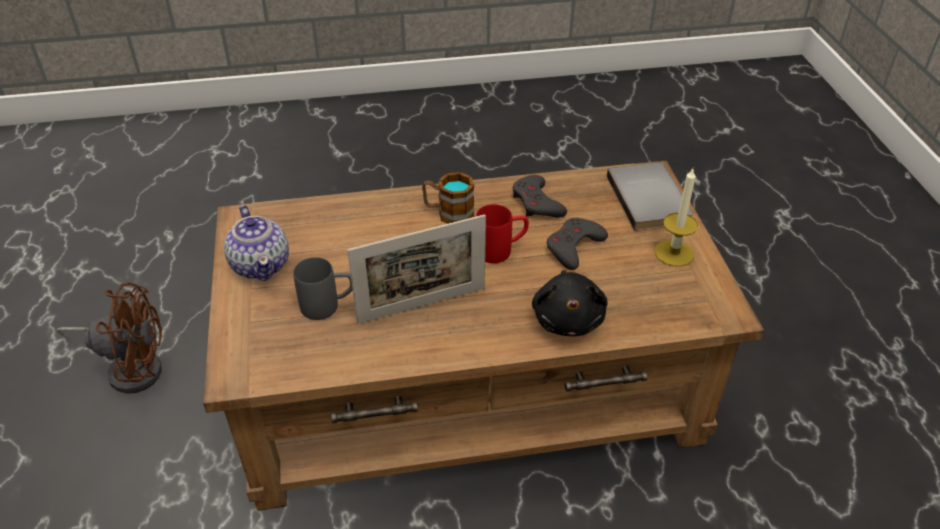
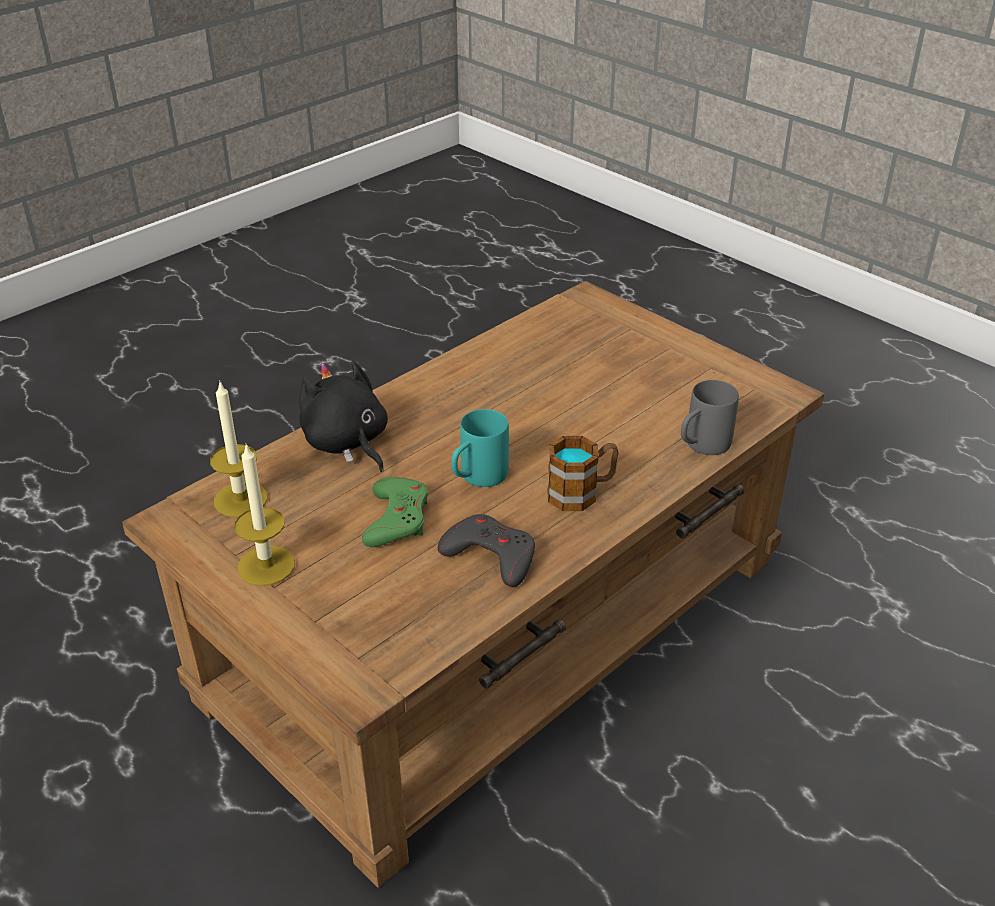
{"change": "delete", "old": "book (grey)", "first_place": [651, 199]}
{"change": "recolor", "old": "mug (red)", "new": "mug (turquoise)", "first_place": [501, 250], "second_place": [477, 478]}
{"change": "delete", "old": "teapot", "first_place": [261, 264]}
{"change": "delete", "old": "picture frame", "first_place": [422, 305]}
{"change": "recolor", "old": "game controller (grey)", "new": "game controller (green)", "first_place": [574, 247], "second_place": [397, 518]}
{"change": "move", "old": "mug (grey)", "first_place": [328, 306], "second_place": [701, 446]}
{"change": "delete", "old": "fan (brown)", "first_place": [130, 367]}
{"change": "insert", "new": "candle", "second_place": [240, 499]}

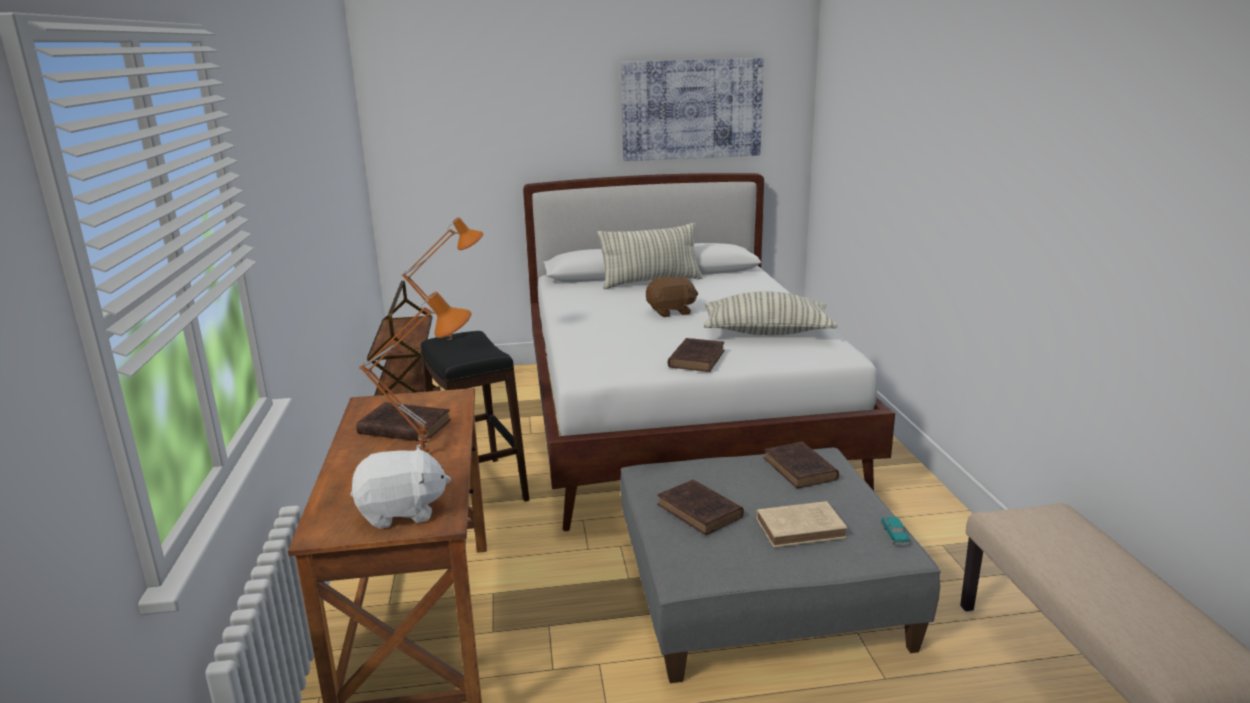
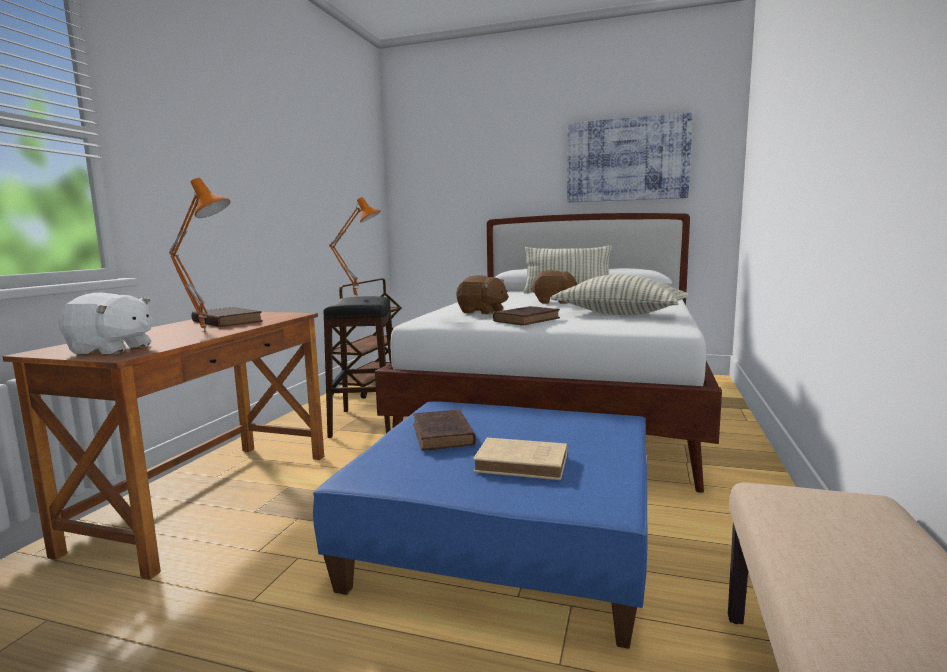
{"change": "delete", "old": "book (brown)", "first_place": [801, 470]}
{"change": "recolor", "old": "ottoman (grey)", "new": "ottoman (blue)", "first_place": [760, 589], "second_place": [507, 538]}
{"change": "delete", "old": "toy car", "first_place": [895, 535]}
{"change": "insert", "new": "plush toy (brown)", "second_place": [482, 312]}

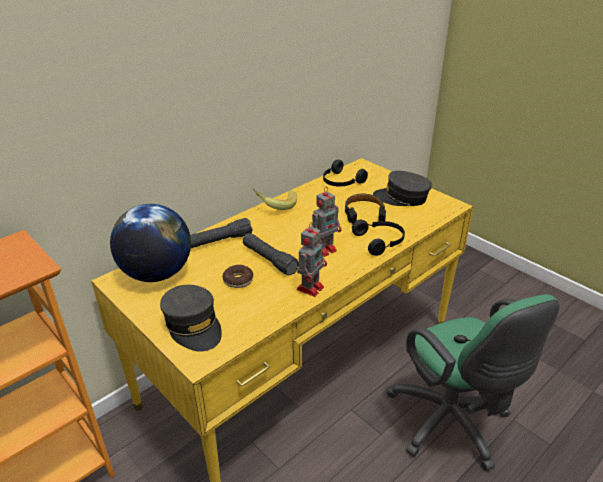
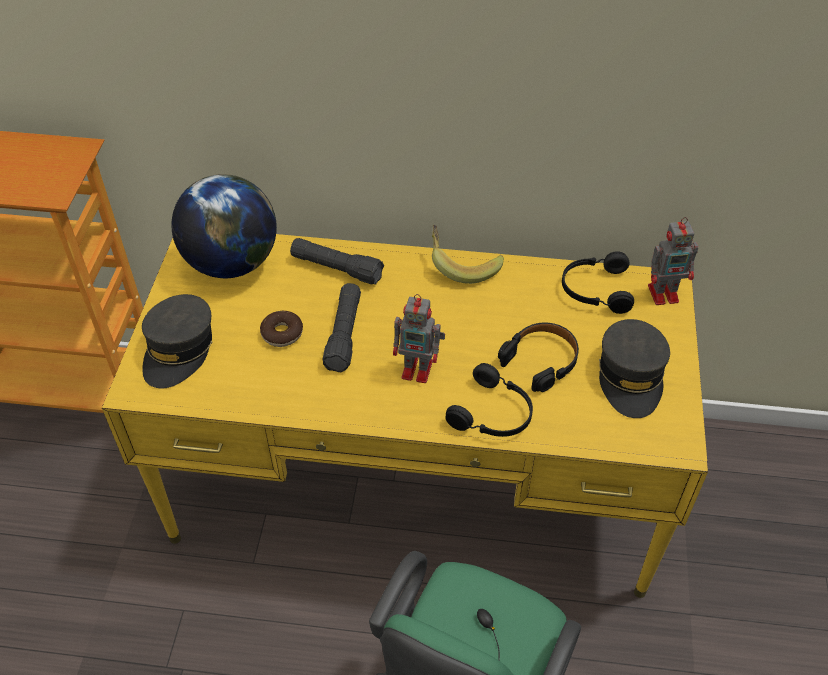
{"change": "rotate", "old": "cap (grey)", "first_place": [402, 198], "second_place": [631, 376], "degrees": -150}
{"change": "move", "old": "toy robot", "first_place": [311, 287], "second_place": [664, 293]}

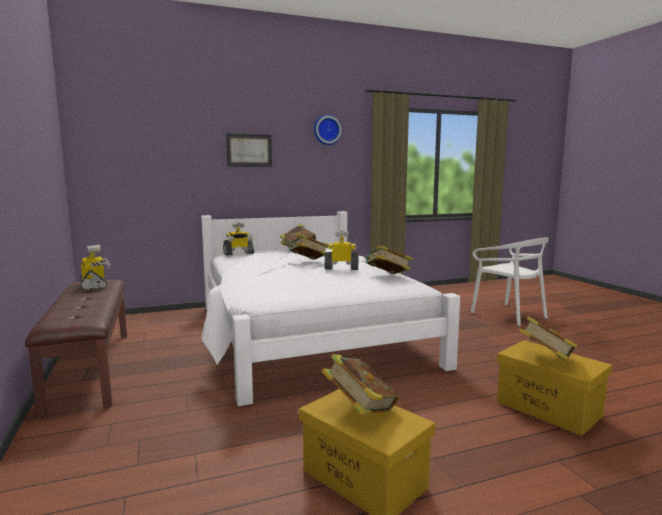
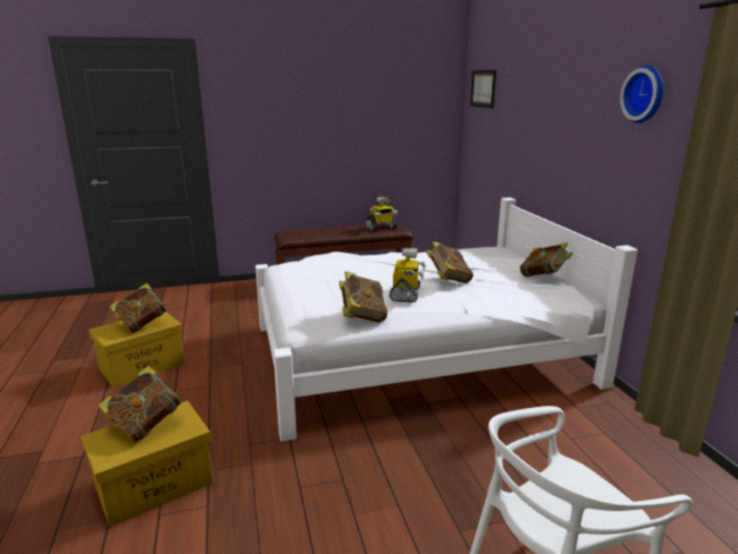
{"change": "move", "old": "picture", "first_place": [249, 150], "second_place": [483, 88]}
{"change": "delete", "old": "toy robot", "first_place": [238, 253]}

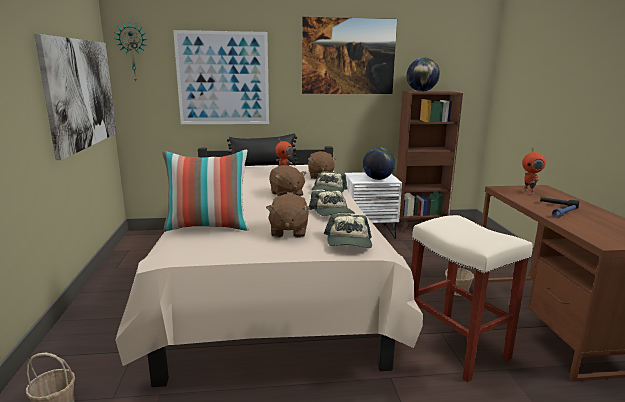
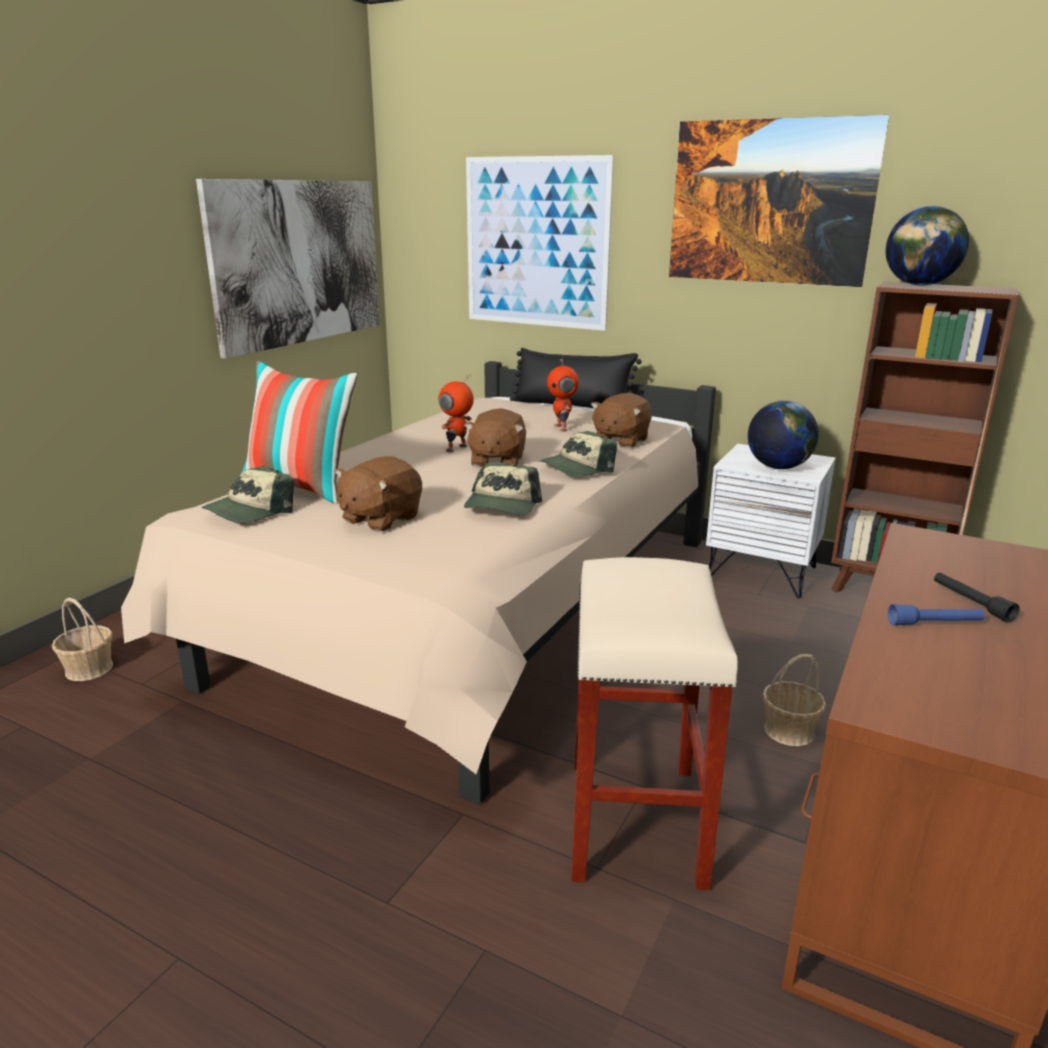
{"change": "delete", "old": "wall clock", "first_place": [133, 52]}
{"change": "move", "old": "toy robot", "first_place": [529, 192], "second_place": [457, 449]}
{"change": "move", "old": "cap", "first_place": [349, 242], "second_place": [250, 511]}

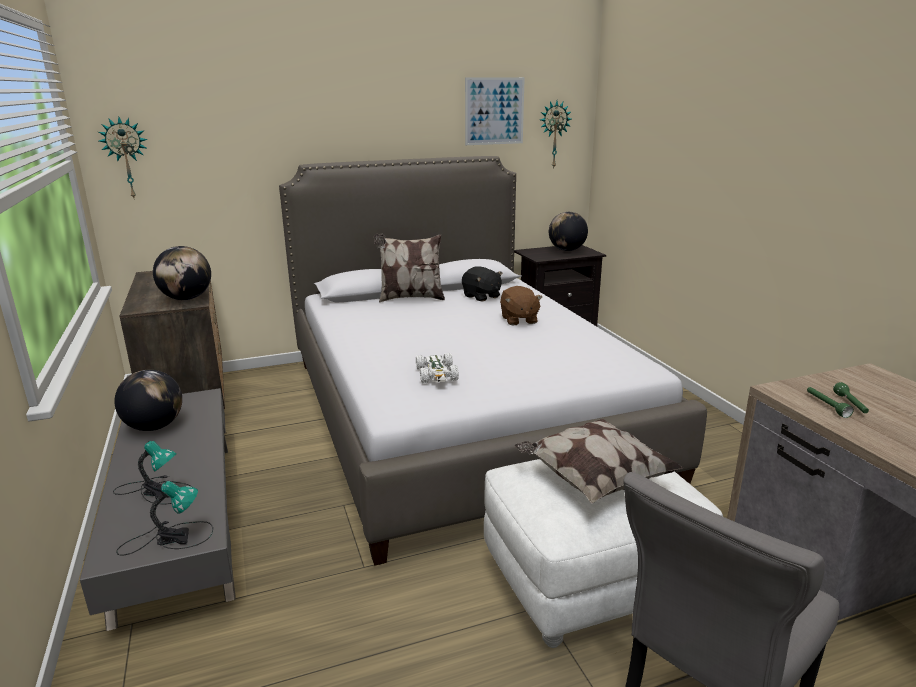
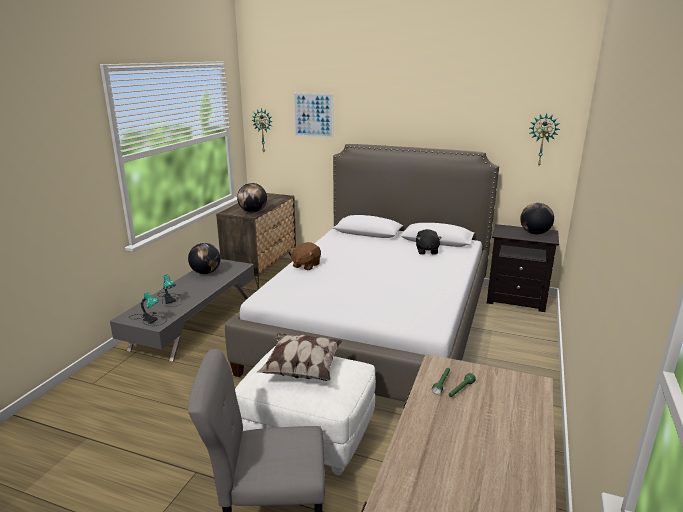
{"change": "move", "old": "picture", "first_place": [494, 111], "second_place": [313, 115]}
{"change": "delete", "old": "pillow", "first_place": [410, 298]}
{"change": "move", "old": "plush toy (brown)", "first_place": [518, 320], "second_place": [306, 265]}
{"change": "delete", "old": "toy car (white)", "first_place": [437, 375]}

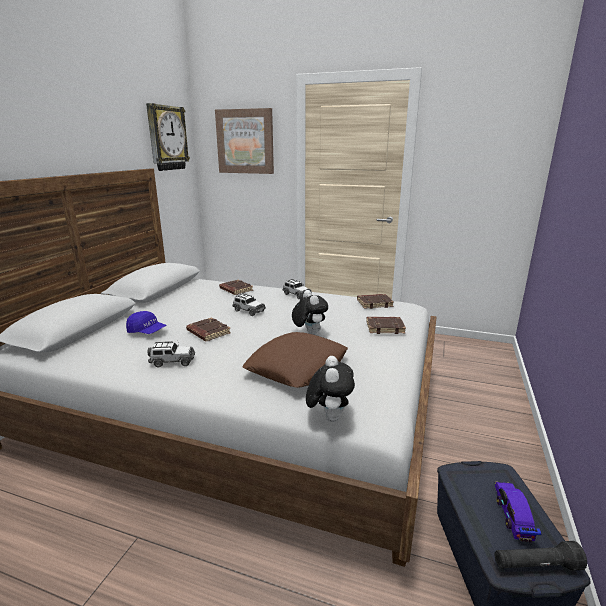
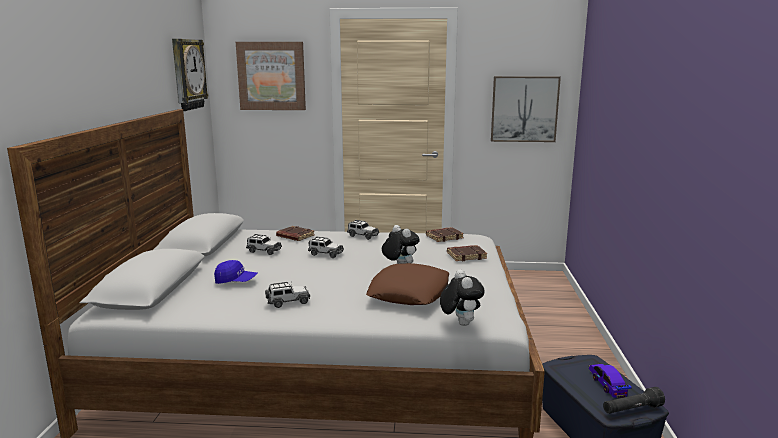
{"change": "delete", "old": "book (brown)", "first_place": [207, 332]}
{"change": "insert", "new": "picture", "second_place": [524, 109]}
{"change": "insert", "new": "toy car", "second_place": [264, 251]}

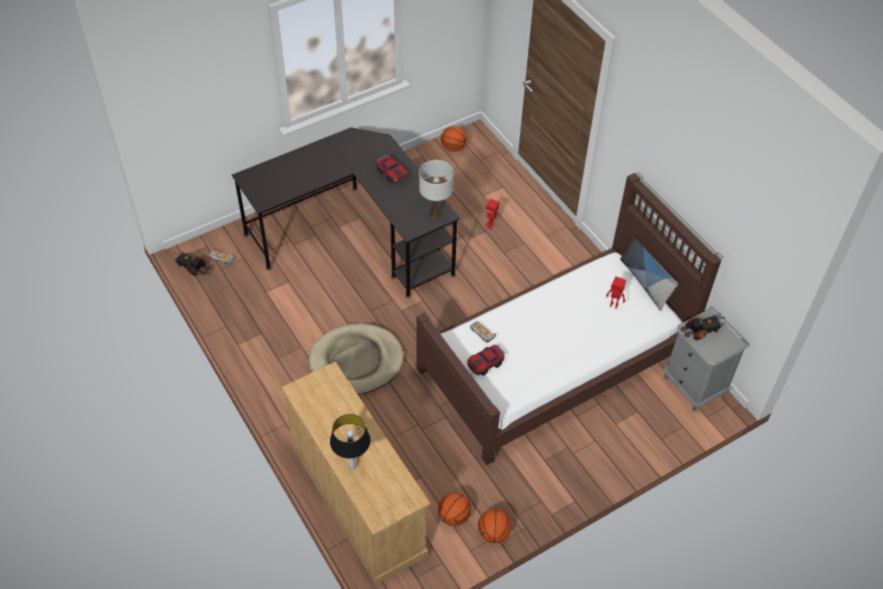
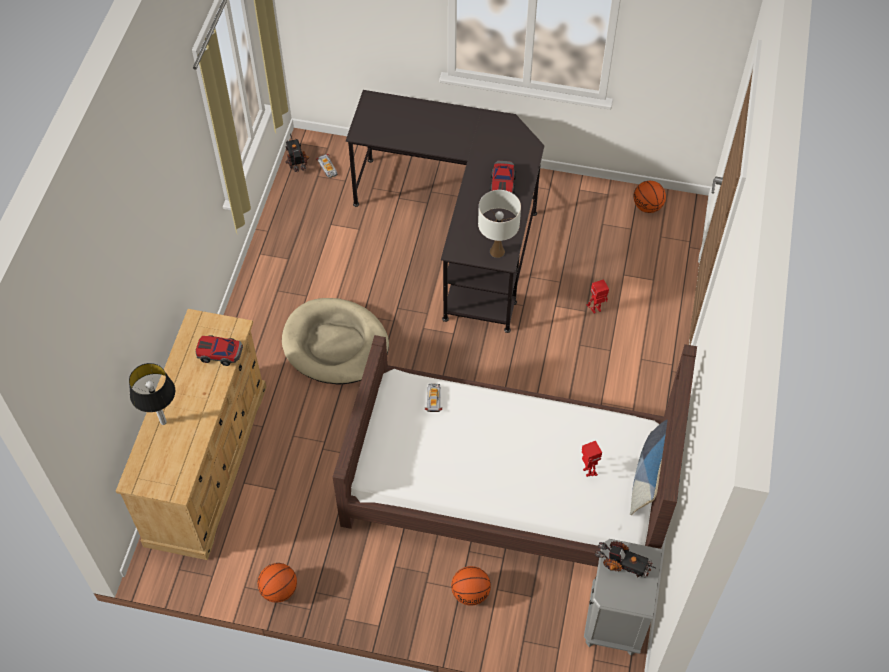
{"change": "move", "old": "toy car", "first_place": [485, 363], "second_place": [219, 353]}
{"change": "move", "old": "basketball", "first_place": [454, 516], "second_place": [471, 593]}

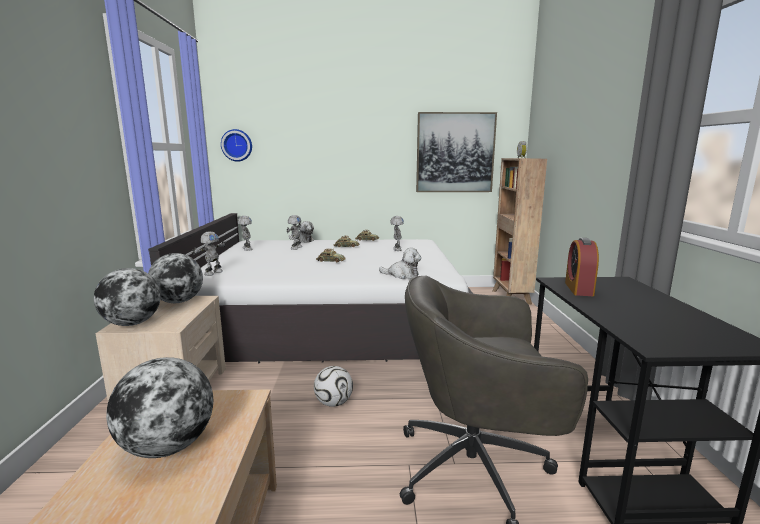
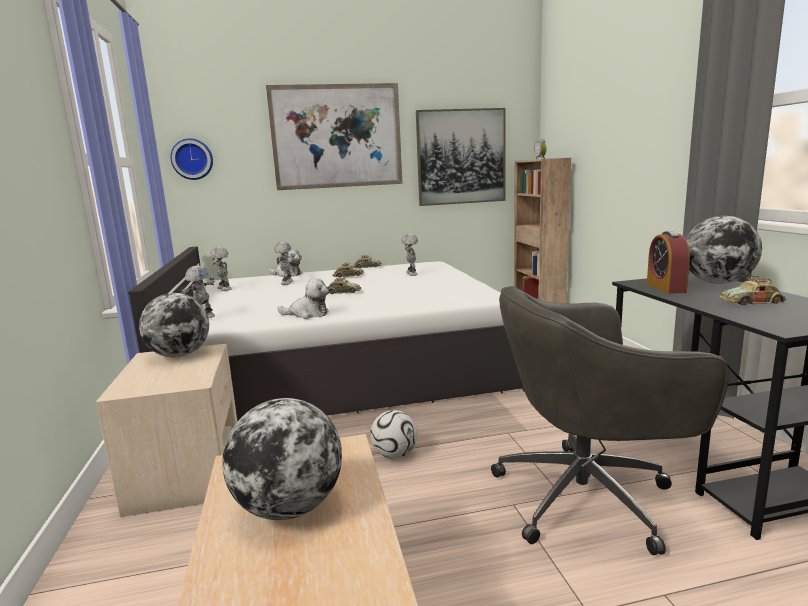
{"change": "move", "old": "plush toy", "first_place": [402, 275], "second_place": [308, 314]}
{"change": "move", "old": "globe", "first_place": [132, 323], "second_place": [717, 283]}
{"change": "insert", "new": "picture", "second_place": [337, 136]}
{"change": "insert", "new": "toy car", "second_place": [752, 303]}

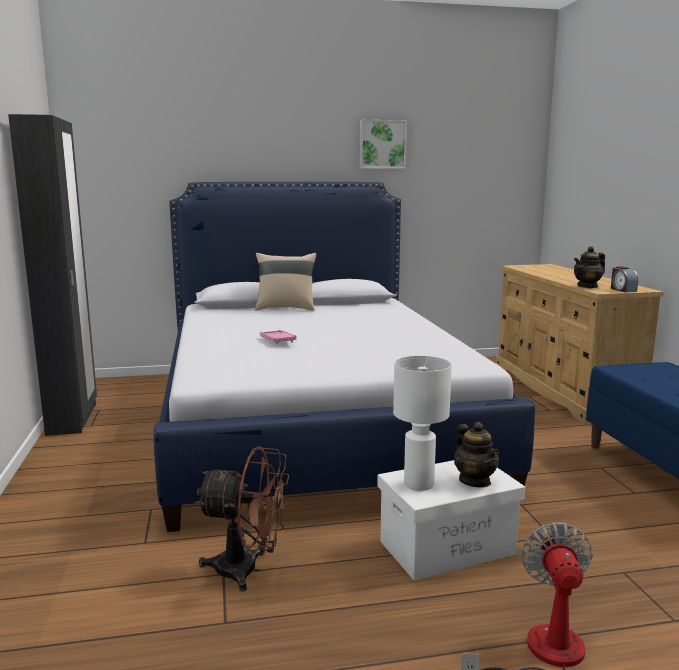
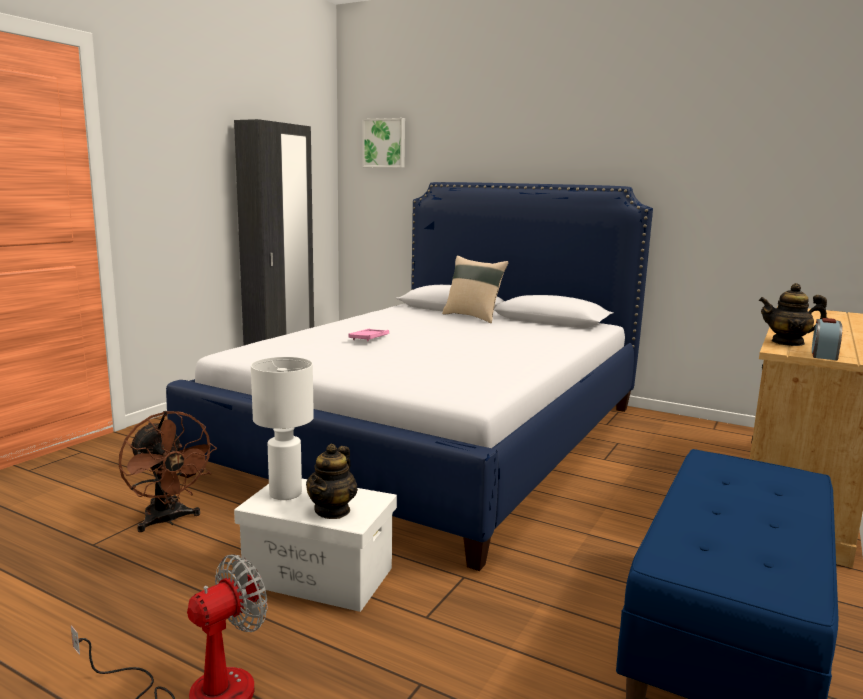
{"change": "move", "old": "picture", "first_place": [382, 144], "second_place": [385, 143]}

